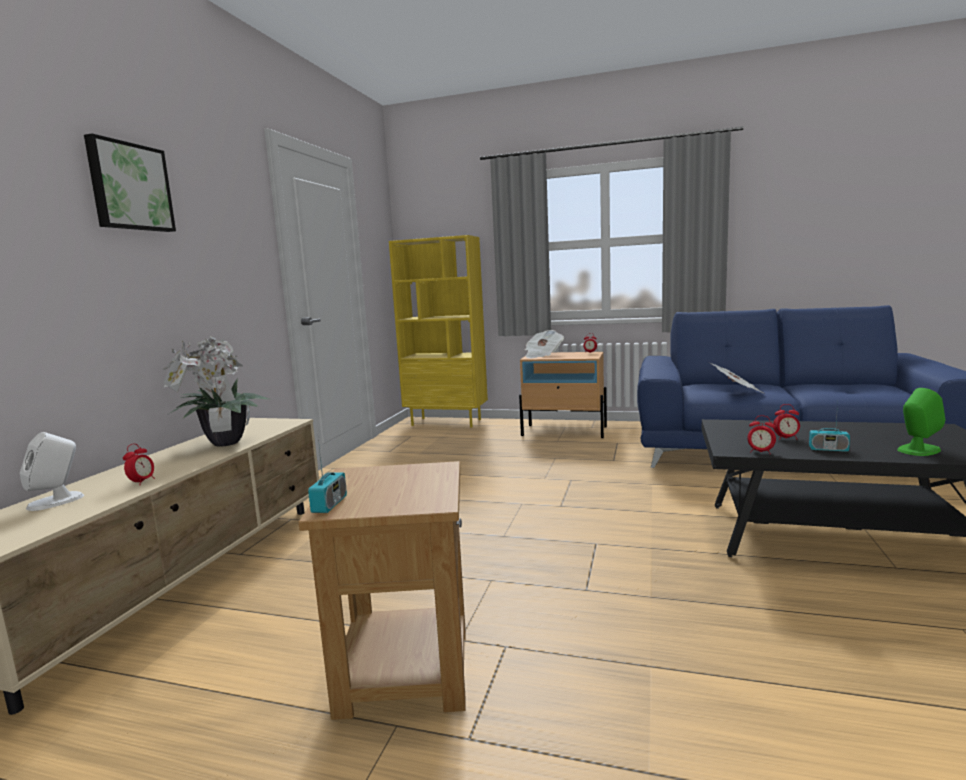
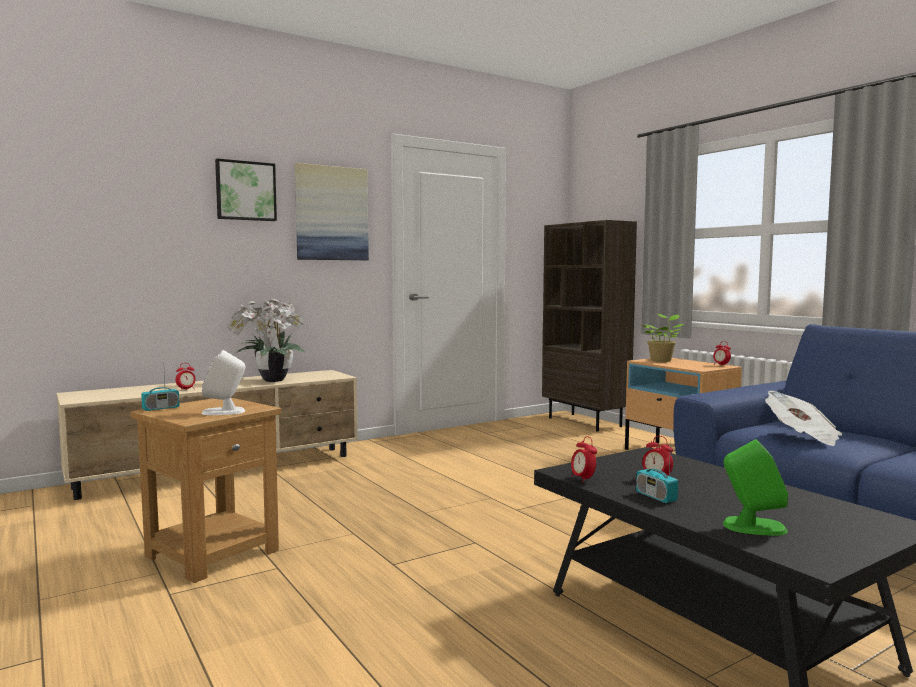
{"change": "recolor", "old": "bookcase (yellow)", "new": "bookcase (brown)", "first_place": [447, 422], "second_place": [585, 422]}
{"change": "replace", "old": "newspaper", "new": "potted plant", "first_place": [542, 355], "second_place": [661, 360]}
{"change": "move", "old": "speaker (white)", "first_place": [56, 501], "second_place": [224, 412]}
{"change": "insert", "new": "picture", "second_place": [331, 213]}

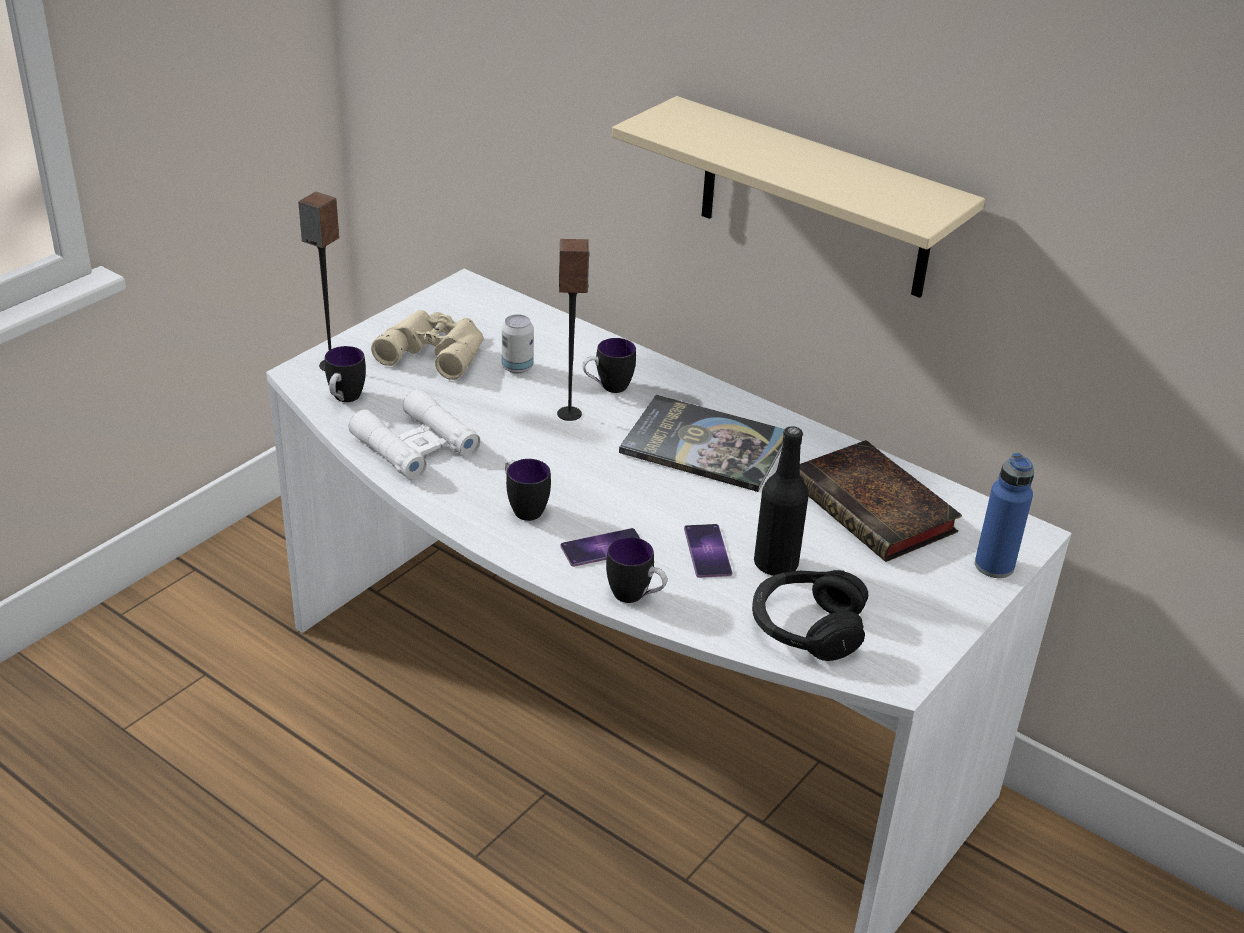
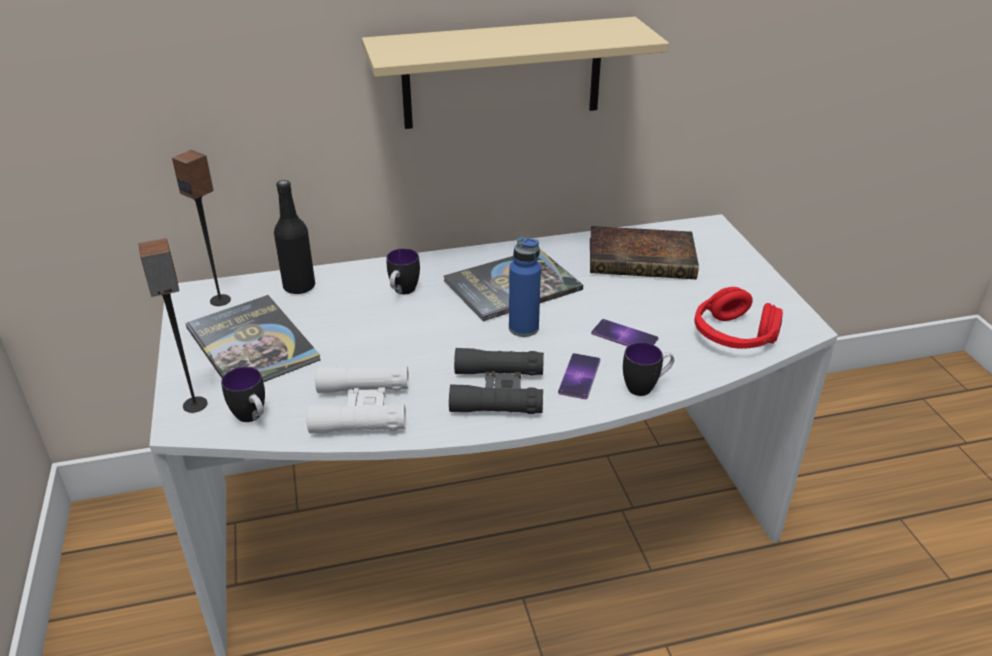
{"change": "move", "old": "speaker", "first_place": [570, 414], "second_place": [220, 300]}
{"change": "replace", "old": "binoculars (beige)", "new": "book", "first_place": [435, 350], "second_place": [252, 344]}
{"change": "delete", "old": "can", "first_place": [517, 367]}
{"change": "move", "old": "bottle (black)", "first_place": [775, 564], "second_place": [299, 287]}
{"change": "move", "old": "bottle (blue)", "first_place": [994, 566], "second_place": [523, 328]}
{"change": "replace", "old": "mug", "new": "binoculars (black)", "first_place": [523, 508], "second_place": [497, 390]}
{"change": "recolor", "old": "headphones (black)", "new": "headphones (red)", "first_place": [806, 627], "second_place": [733, 335]}

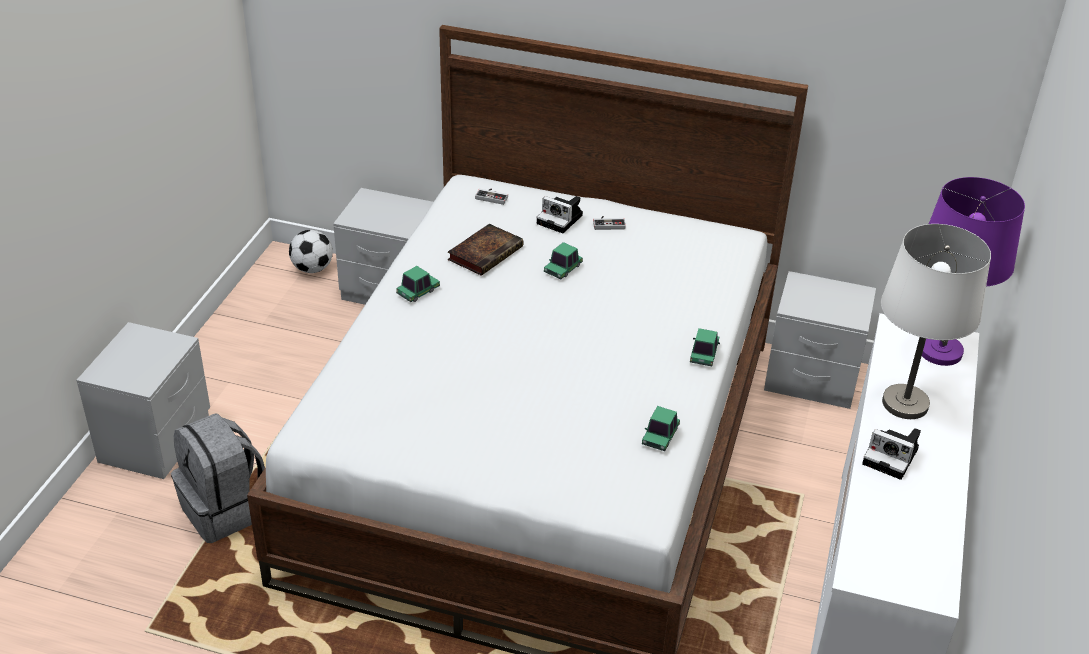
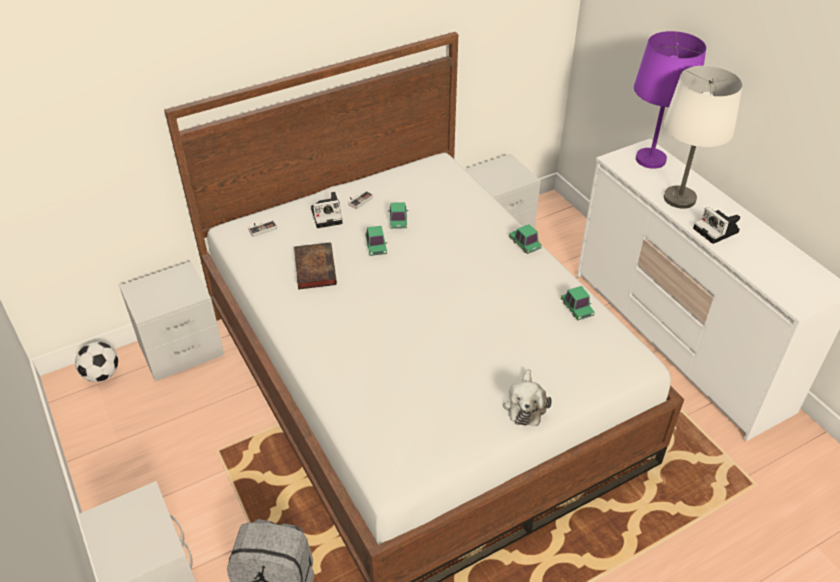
{"change": "move", "old": "toy car", "first_place": [418, 291], "second_place": [398, 220]}
{"change": "rotate", "old": "photo camera", "first_place": [892, 457], "second_place": [717, 231], "degrees": 75}
{"change": "insert", "new": "plush toy", "second_place": [525, 405]}

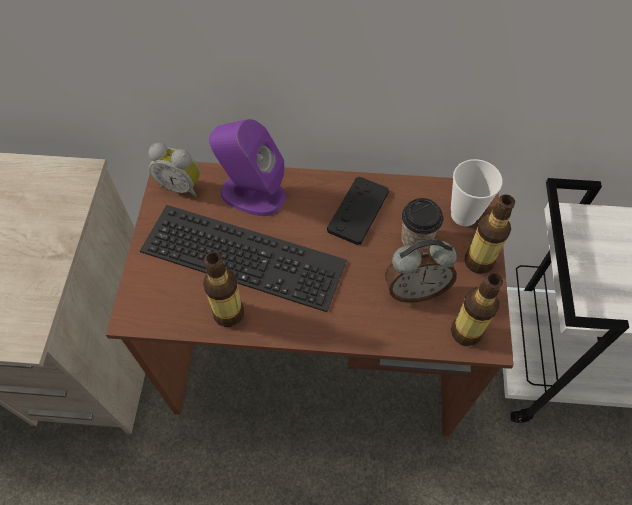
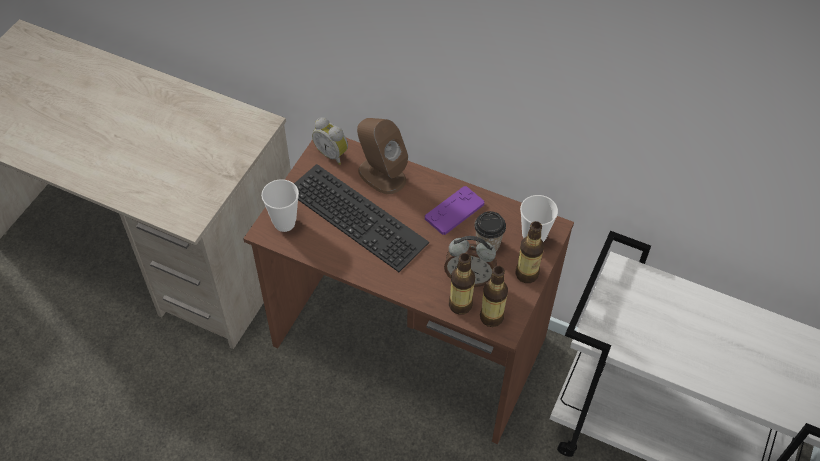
{"change": "recolor", "old": "speaker (purple)", "new": "speaker (brown)", "first_place": [252, 193], "second_place": [381, 174]}
{"change": "recolor", "old": "game controller (black)", "new": "game controller (purple)", "first_place": [358, 211], "second_place": [454, 211]}
{"change": "move", "old": "bottle", "first_place": [228, 314], "second_place": [460, 305]}
{"change": "insert", "new": "cup", "second_place": [284, 223]}

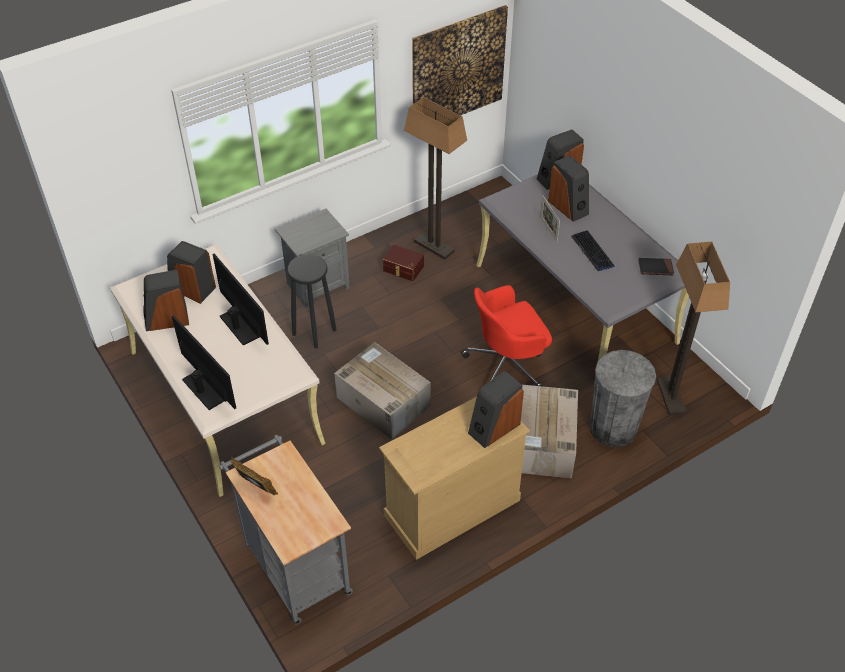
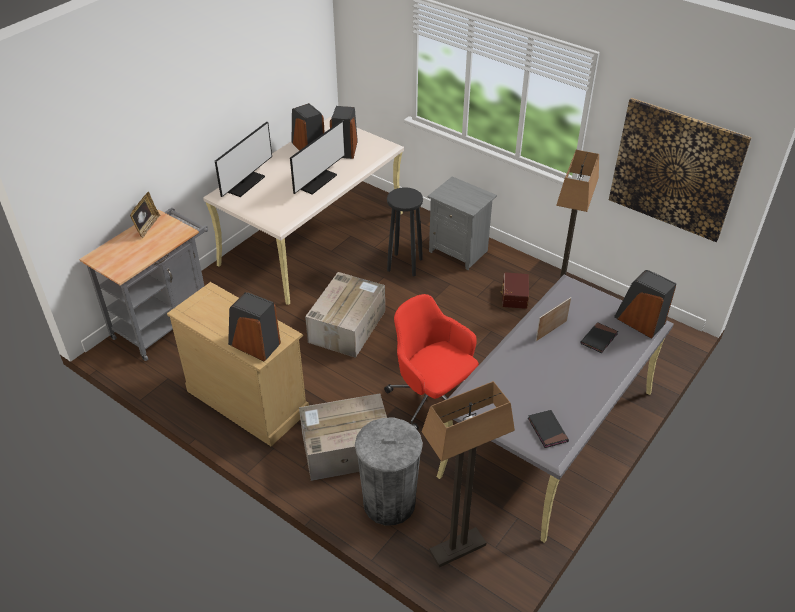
{"change": "replace", "old": "speaker", "new": "book (black)", "first_place": [568, 207], "second_place": [598, 339]}
{"change": "delete", "old": "keyboard", "first_place": [592, 251]}

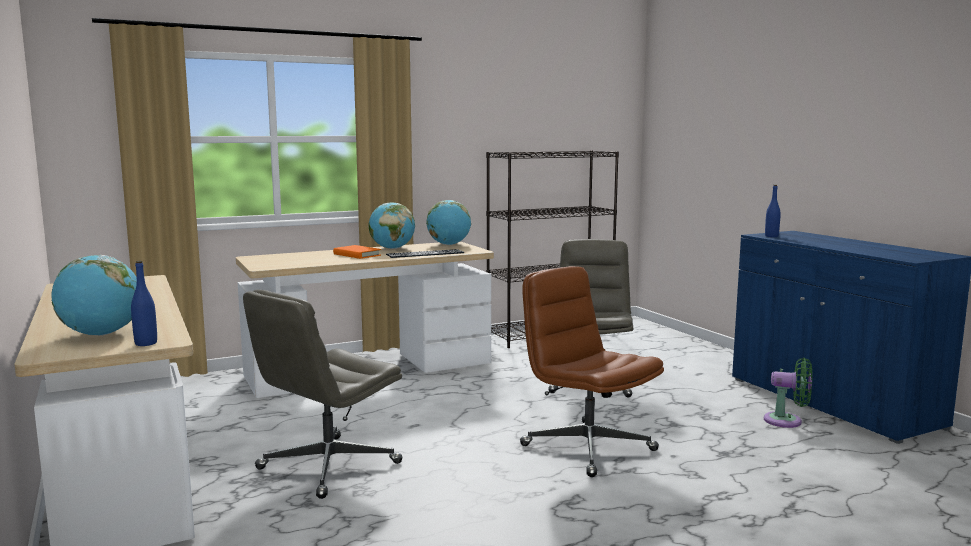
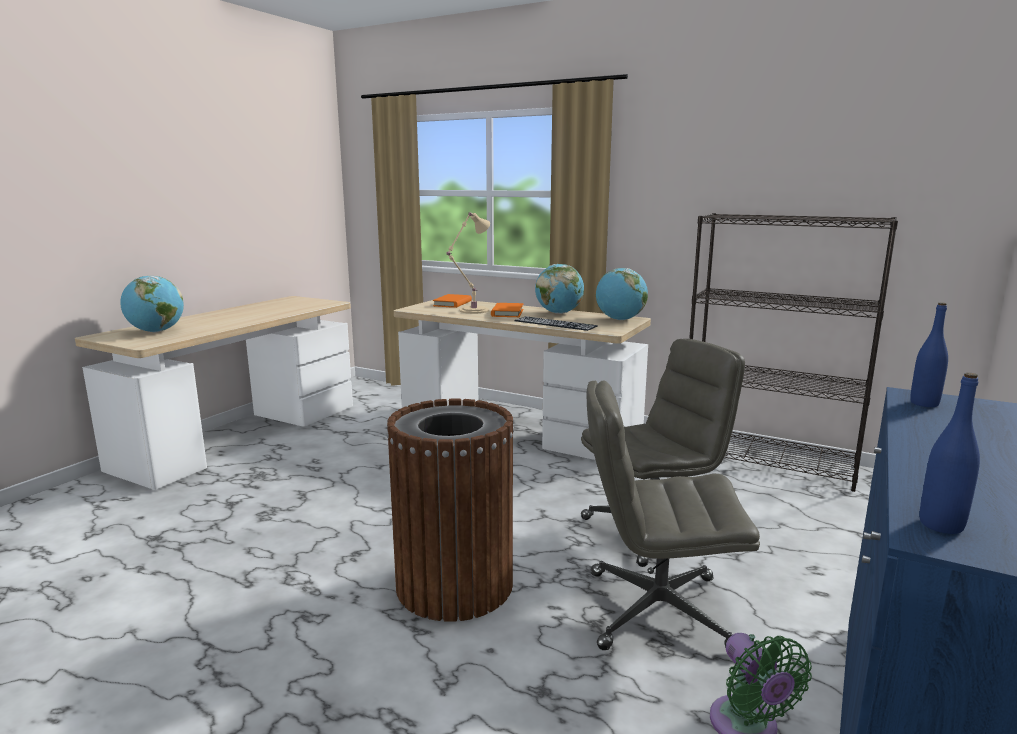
{"change": "move", "old": "bottle (blue)", "first_place": [146, 343], "second_place": [941, 525]}
{"change": "replace", "old": "office chair (brown)", "new": "trash can (brown)", "first_place": [586, 447], "second_place": [455, 584]}
{"change": "move", "old": "office chair (grey)", "first_place": [328, 466], "second_place": [656, 612]}
{"change": "insert", "new": "table lamp (beige)", "second_place": [472, 311]}
{"change": "insert", "new": "book (orange)", "second_place": [452, 303]}

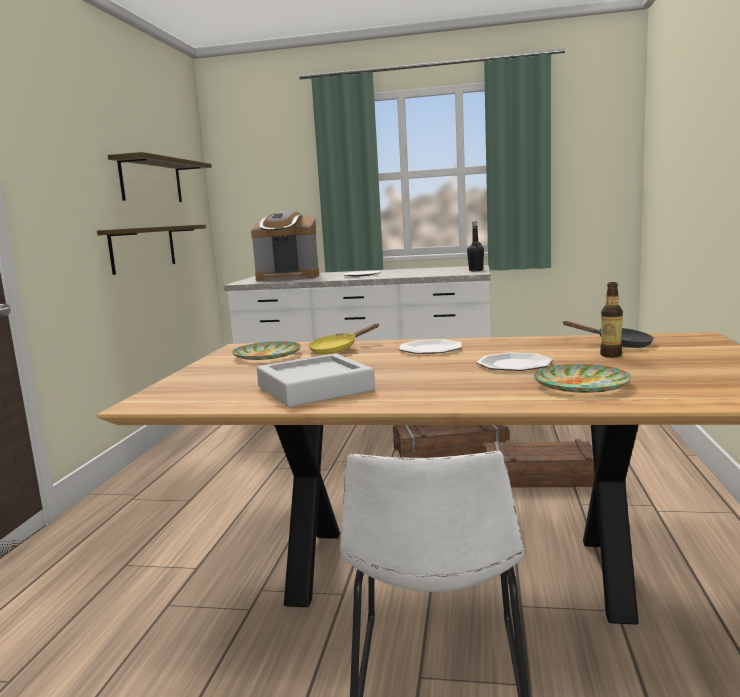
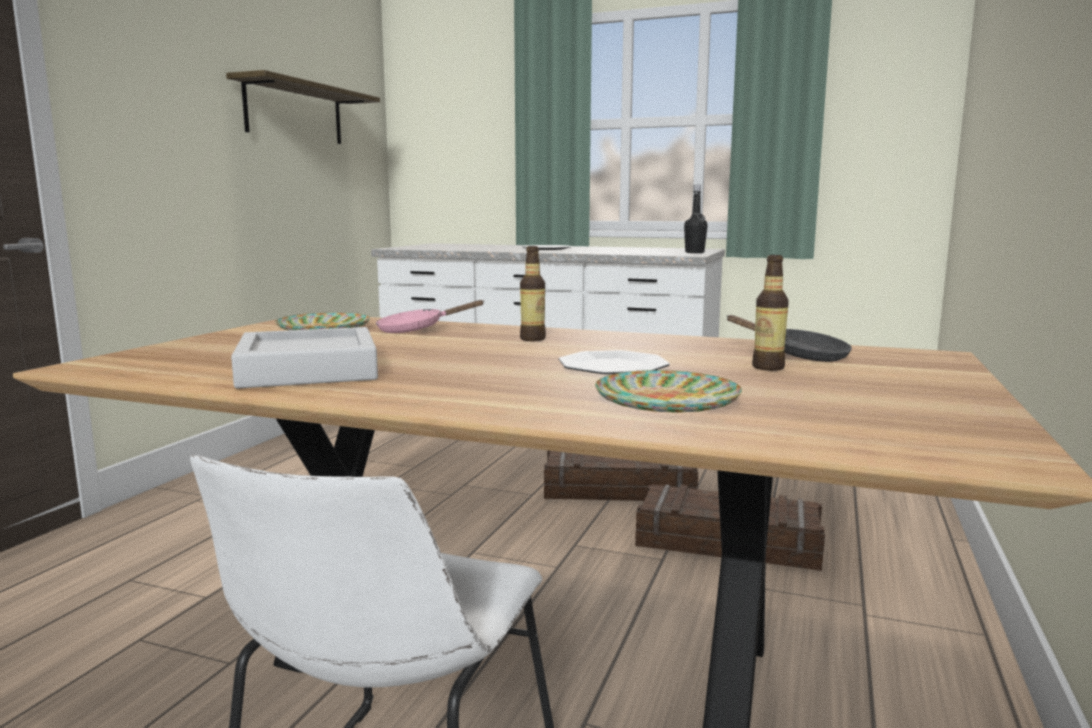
{"change": "delete", "old": "coffee machine", "first_place": [288, 278]}
{"change": "delete", "old": "shelf", "first_place": [143, 248]}
{"change": "recolor", "old": "frying pan (yellow)", "new": "frying pan (pink)", "first_place": [337, 349], "second_place": [417, 330]}
{"change": "replace", "old": "plate", "new": "bottle", "first_place": [430, 349], "second_place": [532, 339]}

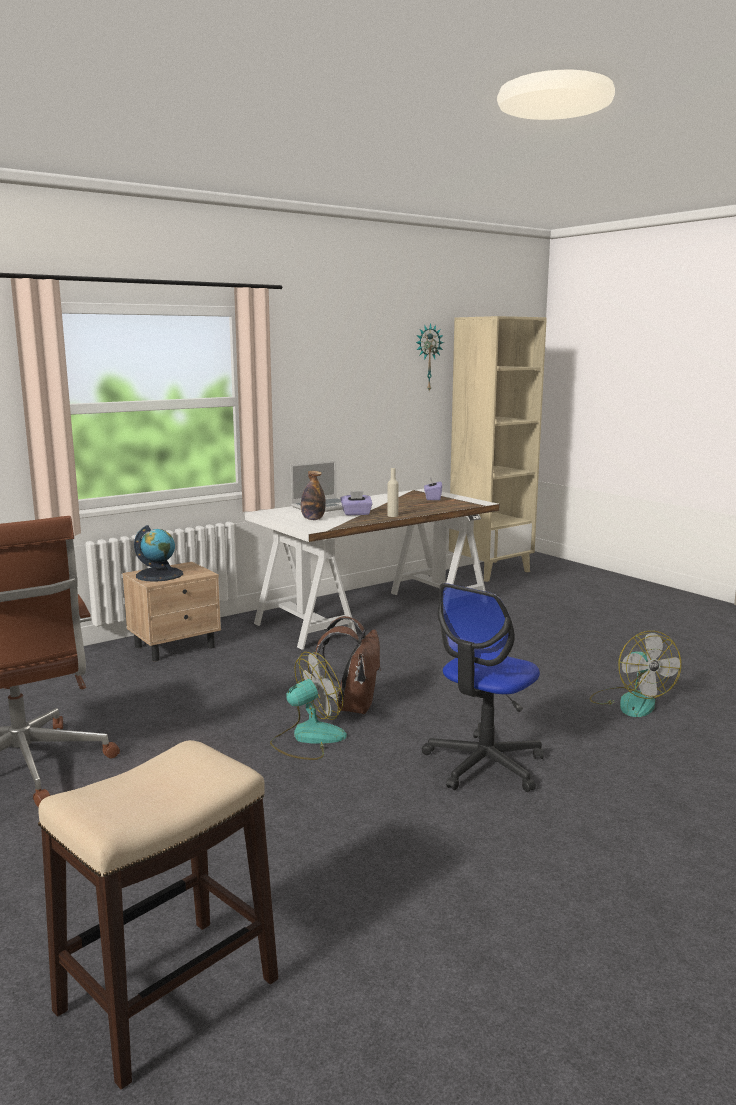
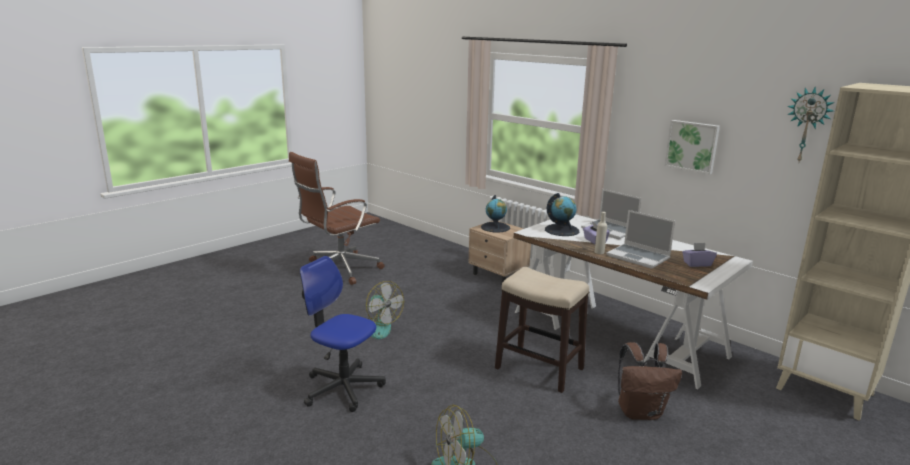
{"change": "replace", "old": "bottle", "new": "globe", "first_place": [313, 519], "second_place": [562, 230]}
{"change": "move", "old": "backpack (brown)", "first_place": [353, 706], "second_place": [640, 412]}
{"change": "move", "old": "stool", "first_place": [166, 996], "second_place": [538, 368]}
{"change": "insert", "new": "picture", "second_place": [692, 146]}
{"change": "insert", "new": "laptop", "second_place": [639, 257]}

